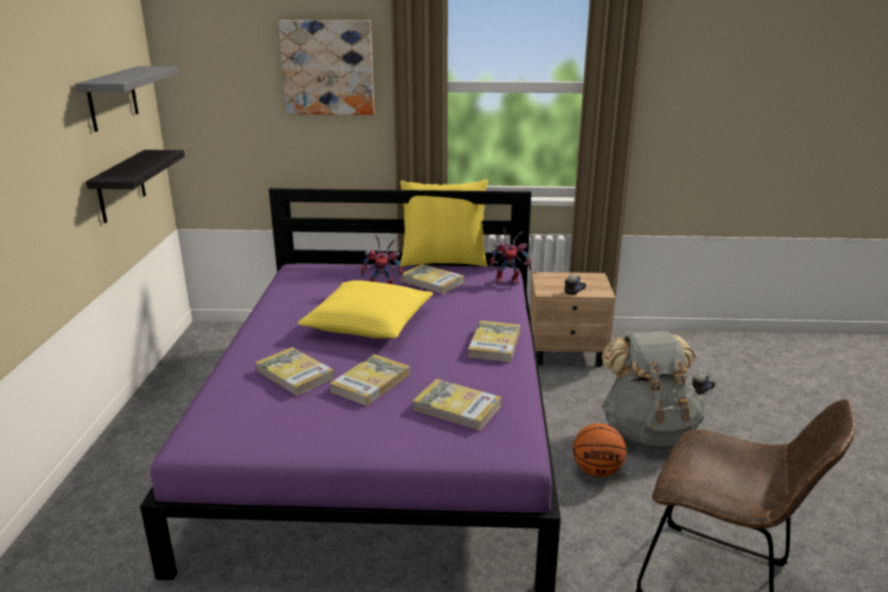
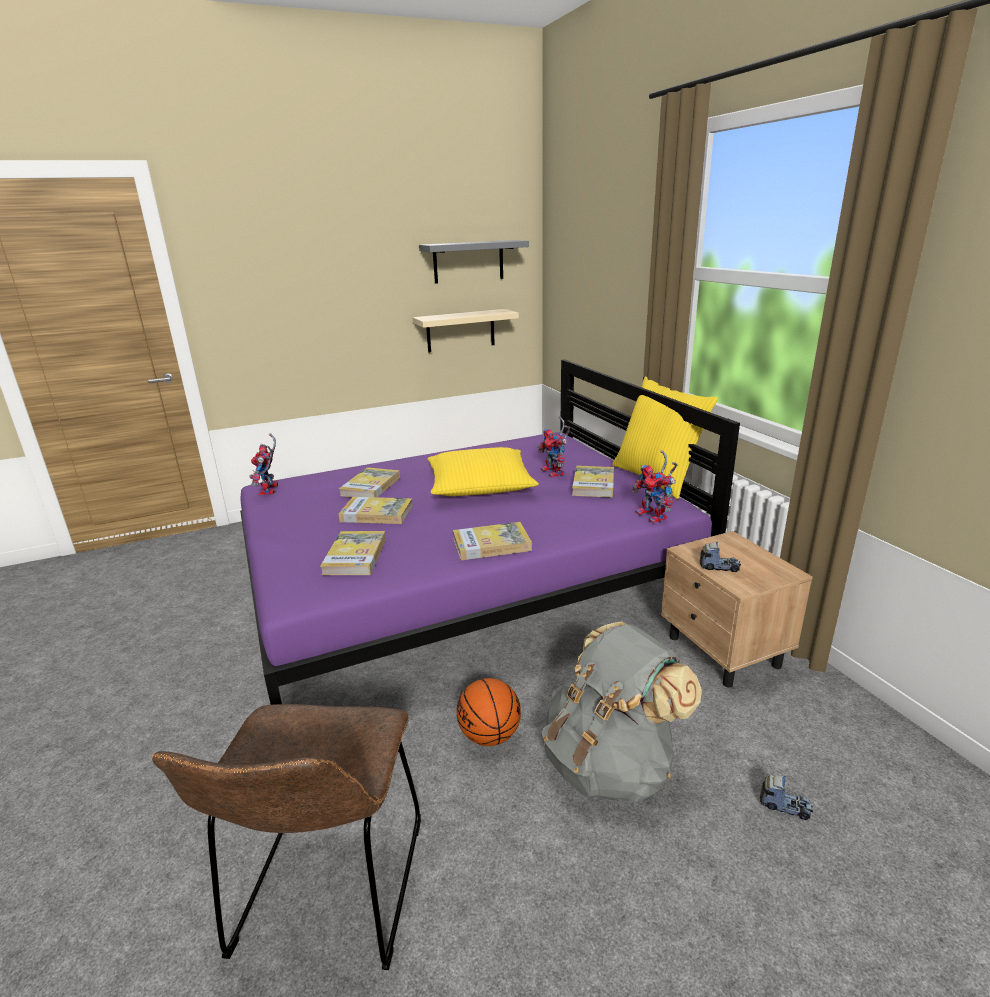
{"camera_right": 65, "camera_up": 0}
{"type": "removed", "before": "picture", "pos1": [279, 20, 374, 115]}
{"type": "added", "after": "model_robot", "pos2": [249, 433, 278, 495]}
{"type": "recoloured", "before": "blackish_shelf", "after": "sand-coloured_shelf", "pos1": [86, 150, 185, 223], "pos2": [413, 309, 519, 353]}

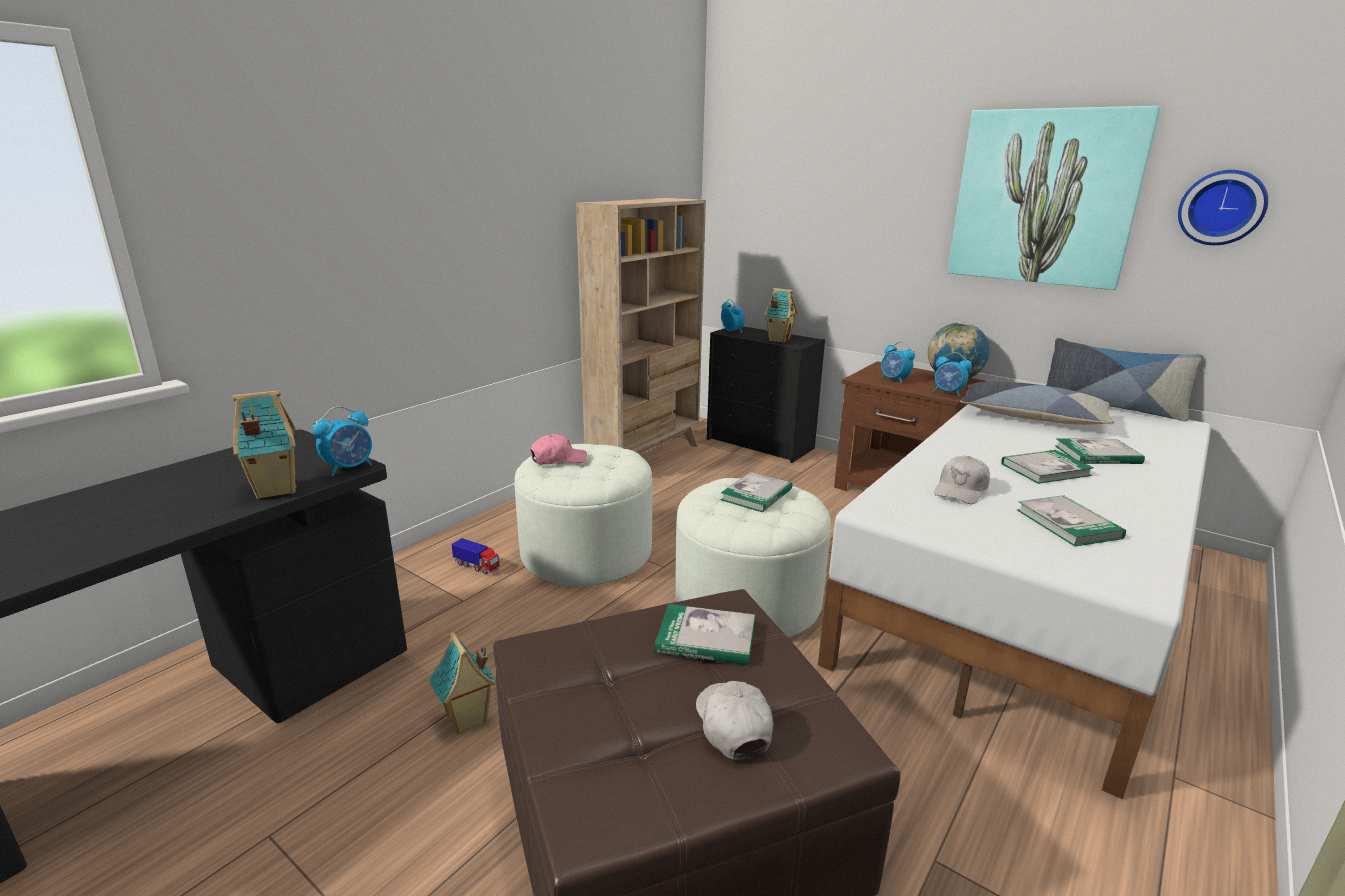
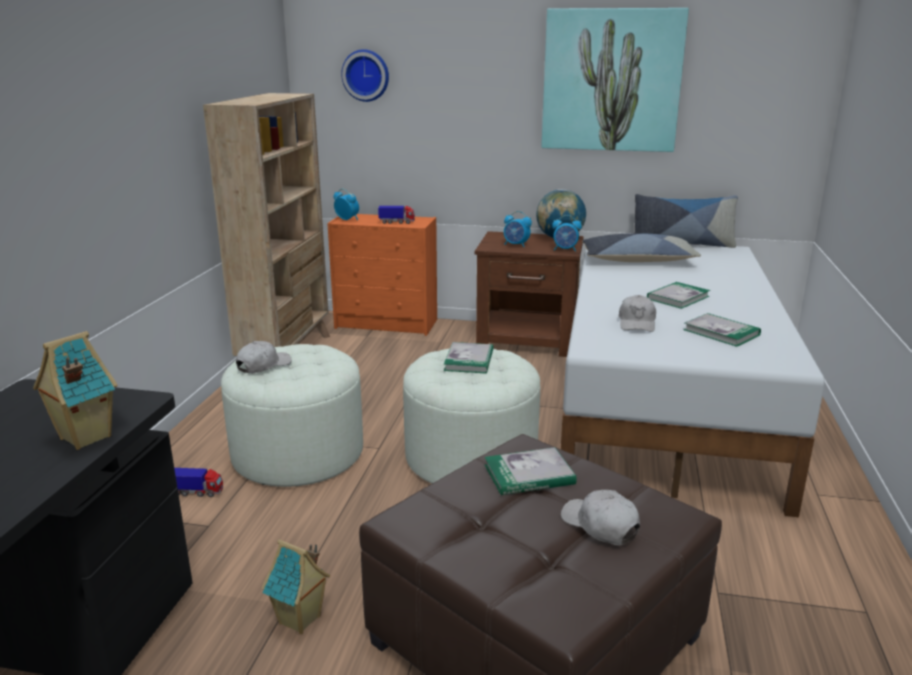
{"camera_right": -25, "camera_up": 0}
{"type": "removed", "before": "table_clock", "pos1": [312, 406, 372, 476]}
{"type": "removed", "before": "volume", "pos1": [1054, 439, 1145, 464]}
{"type": "moved", "before": "wall_clock", "pos1": [1178, 170, 1268, 245], "pos2": [341, 49, 389, 102]}
{"type": "replaced", "before": "model_house", "after": "model_truck", "pos1": [764, 288, 798, 343], "pos2": [378, 206, 415, 224]}
{"type": "recoloured", "before": "pinkish_baseball_cap", "after": "whitish_baseball_cap", "pos1": [531, 434, 587, 465], "pos2": [236, 341, 292, 373]}
{"type": "recoloured", "before": "blackish_chest_of_drawers", "after": "orangey_chest_of_drawers", "pos1": [707, 326, 825, 463], "pos2": [327, 214, 437, 336]}

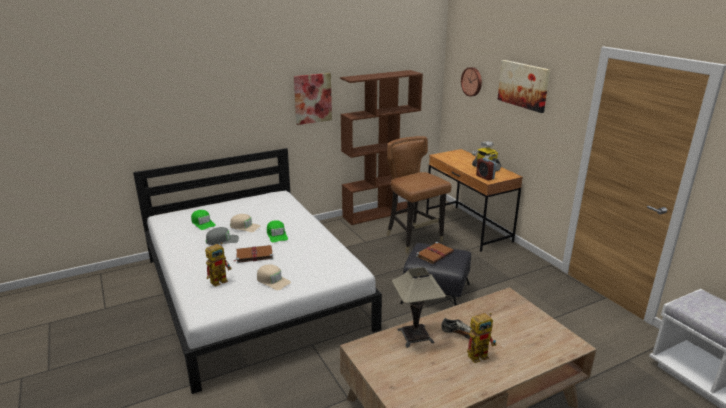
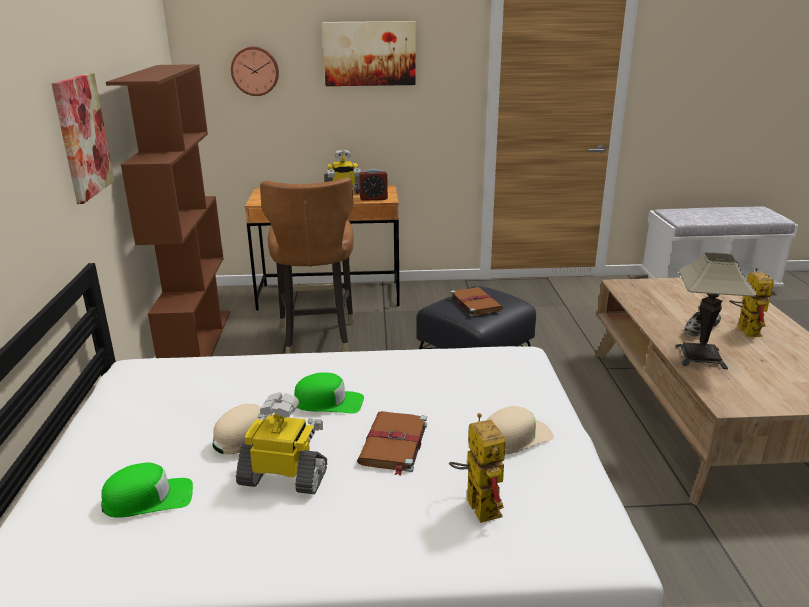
{"camera_right": -65, "camera_up": 0}
{"type": "replaced", "before": "grey_baseball_cap", "after": "model_robot", "pos1": [206, 227, 239, 245], "pos2": [236, 392, 327, 494]}
{"type": "turned", "before": "brown_upright_chair", "pos1": [387, 136, 452, 253], "pos2": [260, 177, 354, 354], "turn": -90}

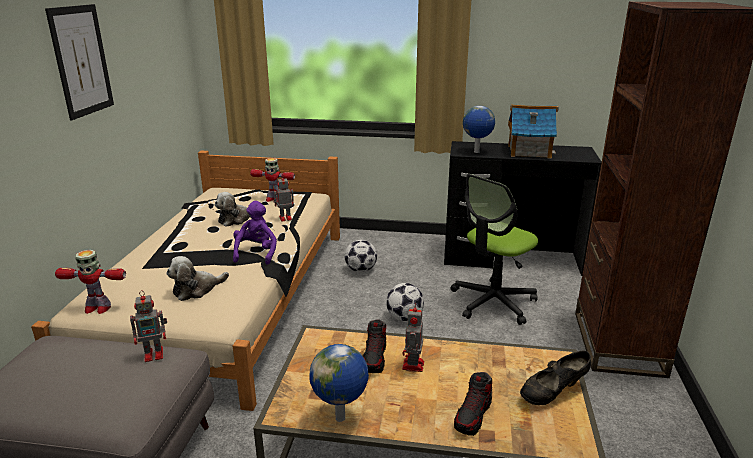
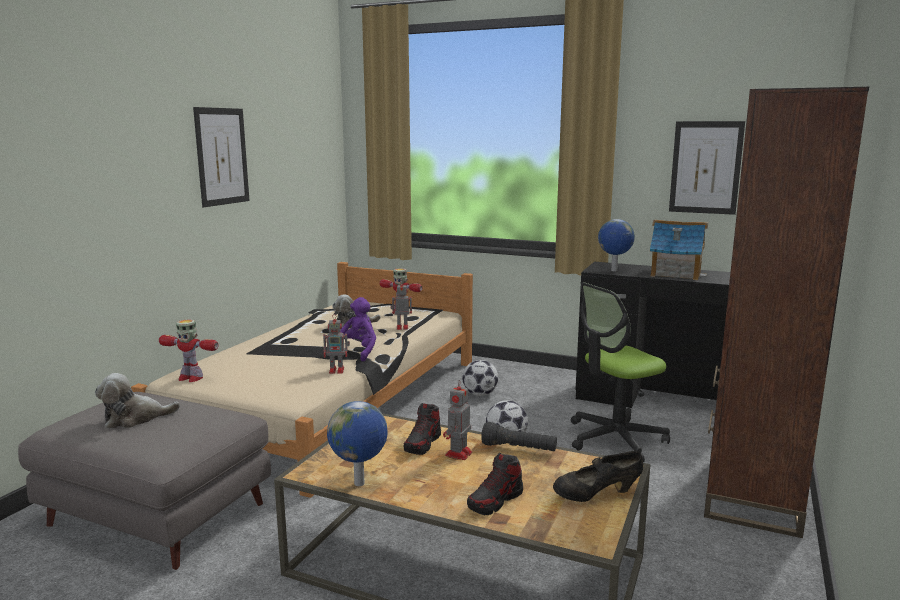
{"camera_right": 15, "camera_up": -10}
{"type": "added", "after": "blackish_hand_torch", "pos2": [481, 422, 557, 451]}
{"type": "added", "after": "picture", "pos2": [669, 121, 745, 215]}
{"type": "moved", "before": "model_robot", "pos1": [130, 290, 167, 362], "pos2": [323, 314, 350, 374]}
{"type": "moved", "before": "cuddly_toy", "pos1": [166, 256, 229, 301], "pos2": [95, 373, 180, 429]}

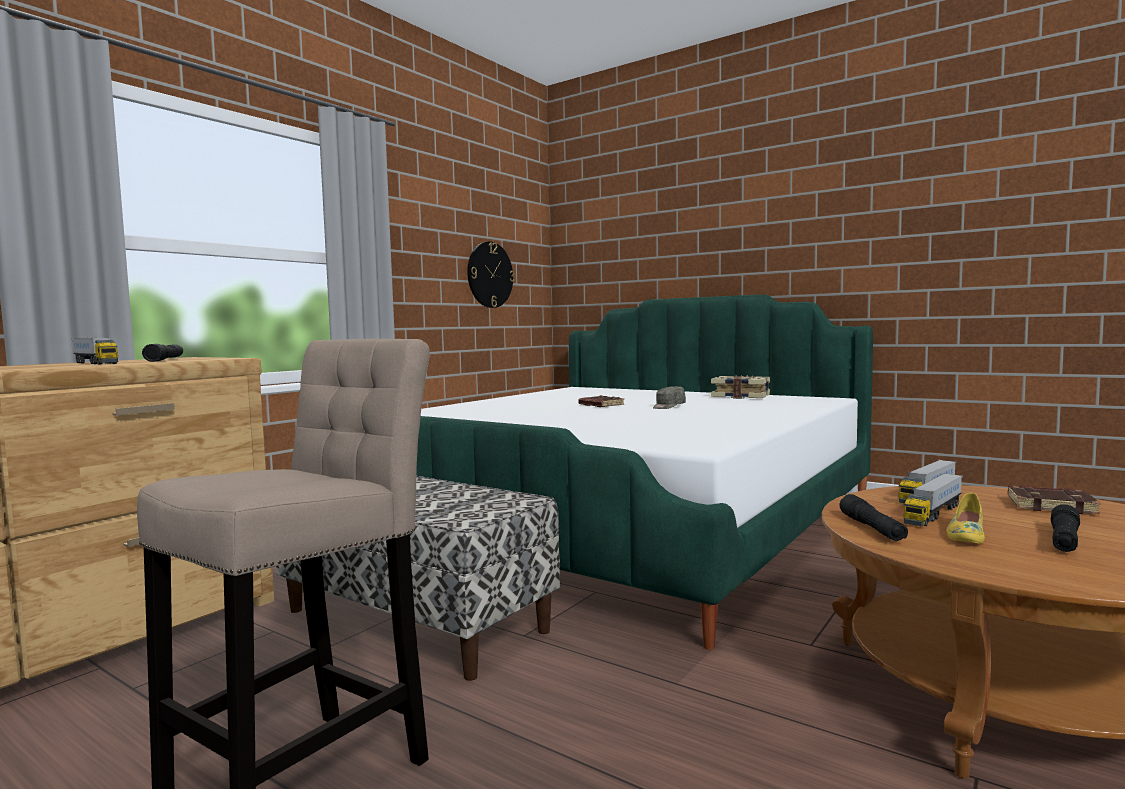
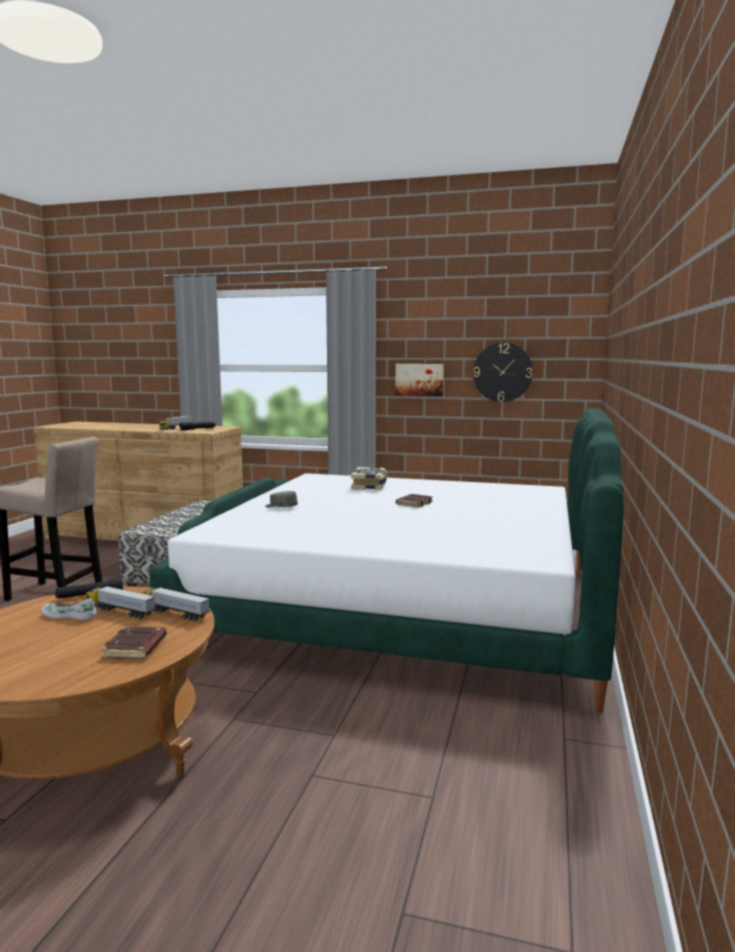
{"camera_right": 70, "camera_up": 5}
{"type": "removed", "before": "blackish_hand_torch", "pos1": [1051, 504, 1080, 552]}
{"type": "added", "after": "picture", "pos2": [395, 364, 444, 396]}
{"type": "moved", "before": "grey_baseball_cap", "pos1": [653, 386, 686, 409], "pos2": [265, 491, 298, 508]}
{"type": "moved", "before": "volume", "pos1": [711, 375, 770, 399], "pos2": [351, 467, 387, 490]}
{"type": "recoloured", "before": "yellow_shoe", "after": "whitish_shoe", "pos1": [946, 493, 985, 544], "pos2": [41, 598, 97, 620]}

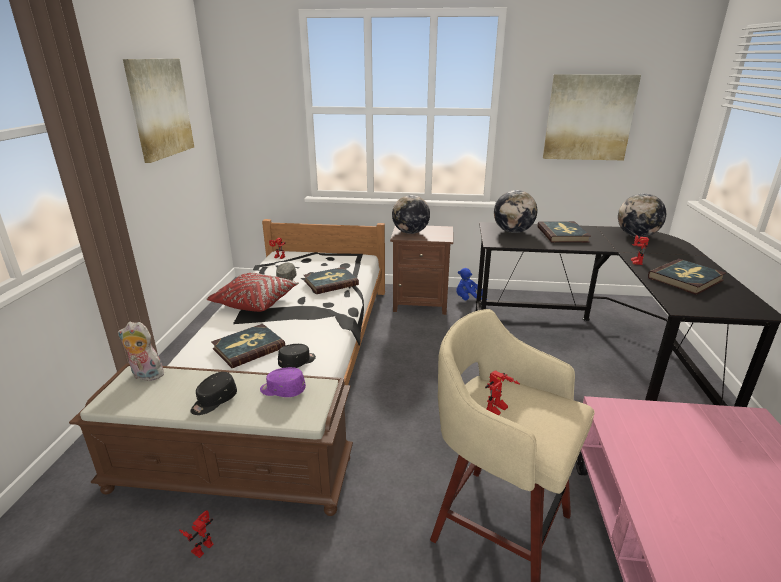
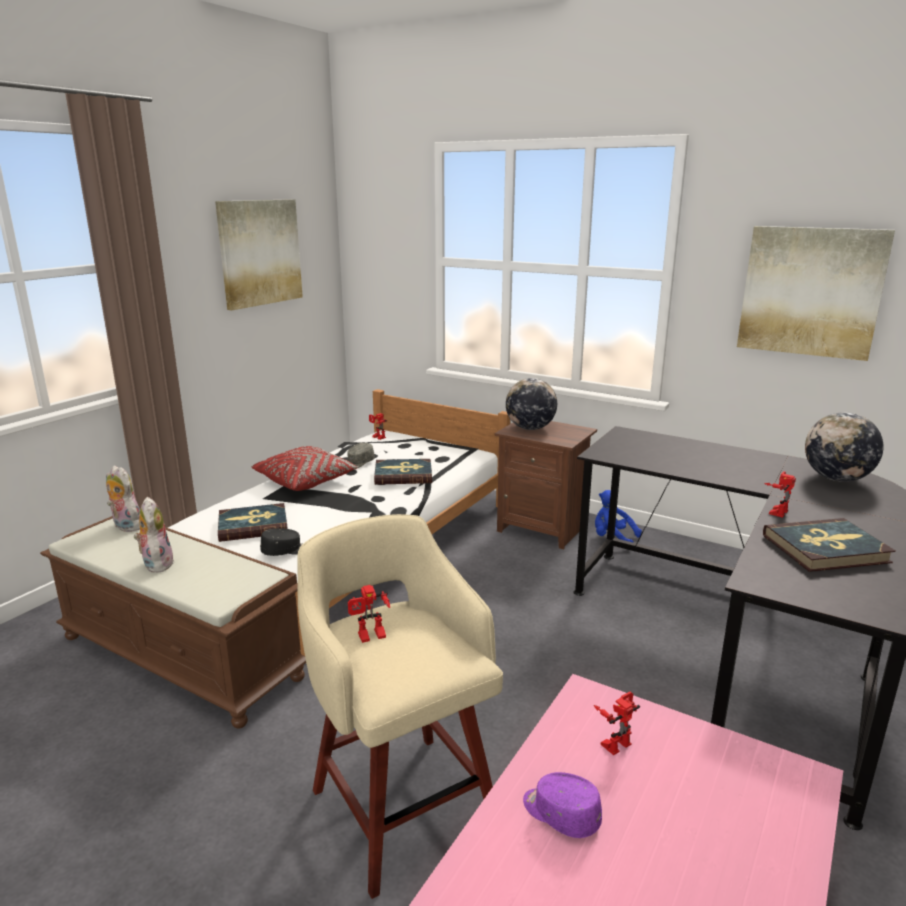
{"camera_right": 25, "camera_up": -5}
{"type": "removed", "before": "world_globe", "pos1": [494, 190, 537, 233]}
{"type": "removed", "before": "volume", "pos1": [537, 221, 591, 243]}
{"type": "moved", "before": "model_robot", "pos1": [179, 511, 214, 558], "pos2": [594, 691, 640, 755]}
{"type": "moved", "before": "purple_baseball_cap", "pos1": [260, 367, 306, 397], "pos2": [523, 772, 602, 838]}
{"type": "replaced", "before": "blackish_baseball_cap", "after": "cuddly_toy", "pos1": [190, 372, 237, 415], "pos2": [133, 497, 174, 573]}

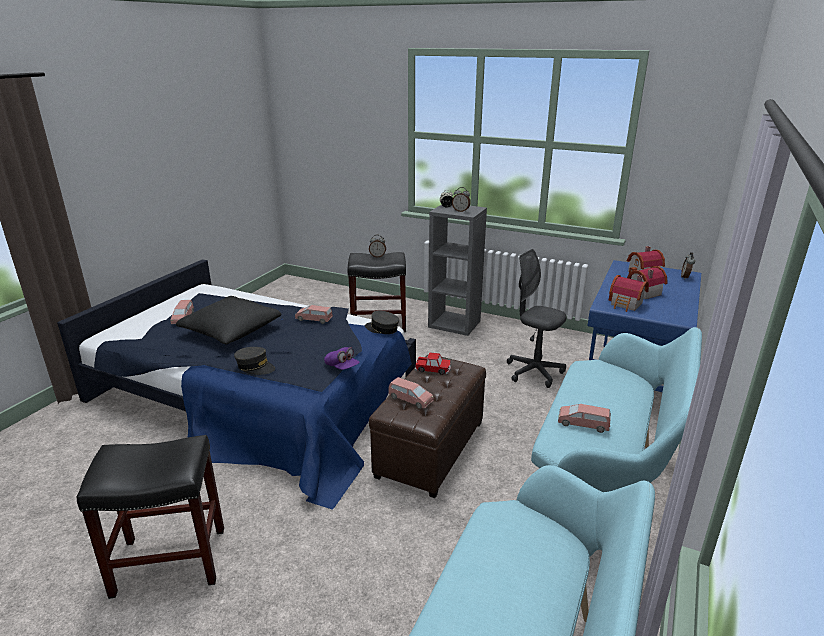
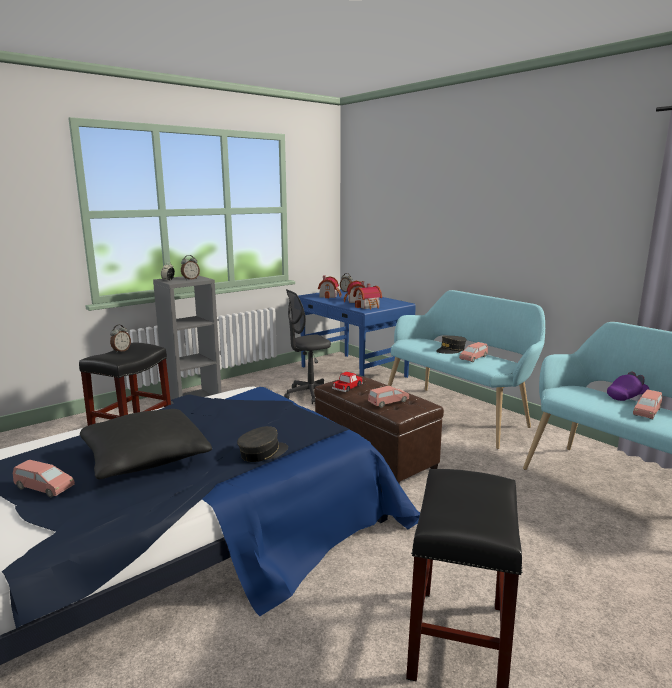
{"camera_right": -65, "camera_up": -10}
{"type": "moved", "before": "pinkish_toy_car", "pos1": [295, 305, 333, 324], "pos2": [633, 389, 662, 419]}
{"type": "moved", "before": "purple_baseball_cap", "pos1": [324, 347, 360, 370], "pos2": [607, 371, 649, 401]}
{"type": "moved", "before": "grey_baseball_cap", "pos1": [365, 311, 399, 334], "pos2": [436, 336, 467, 354]}

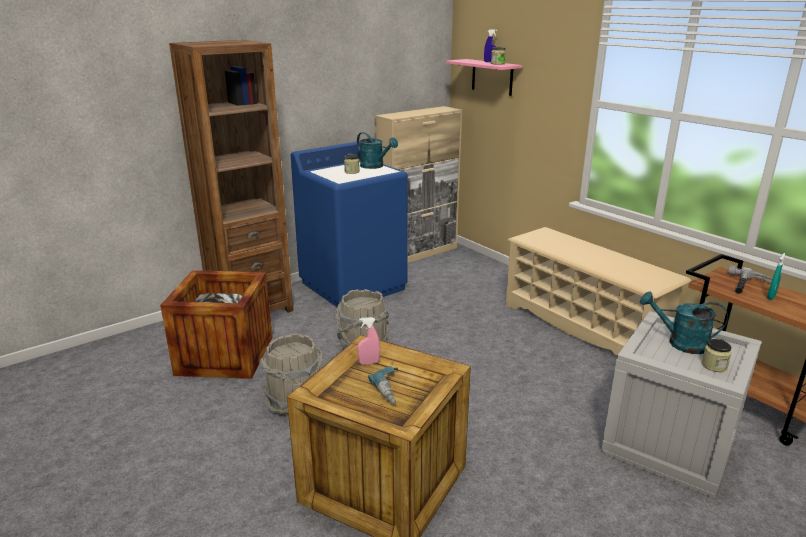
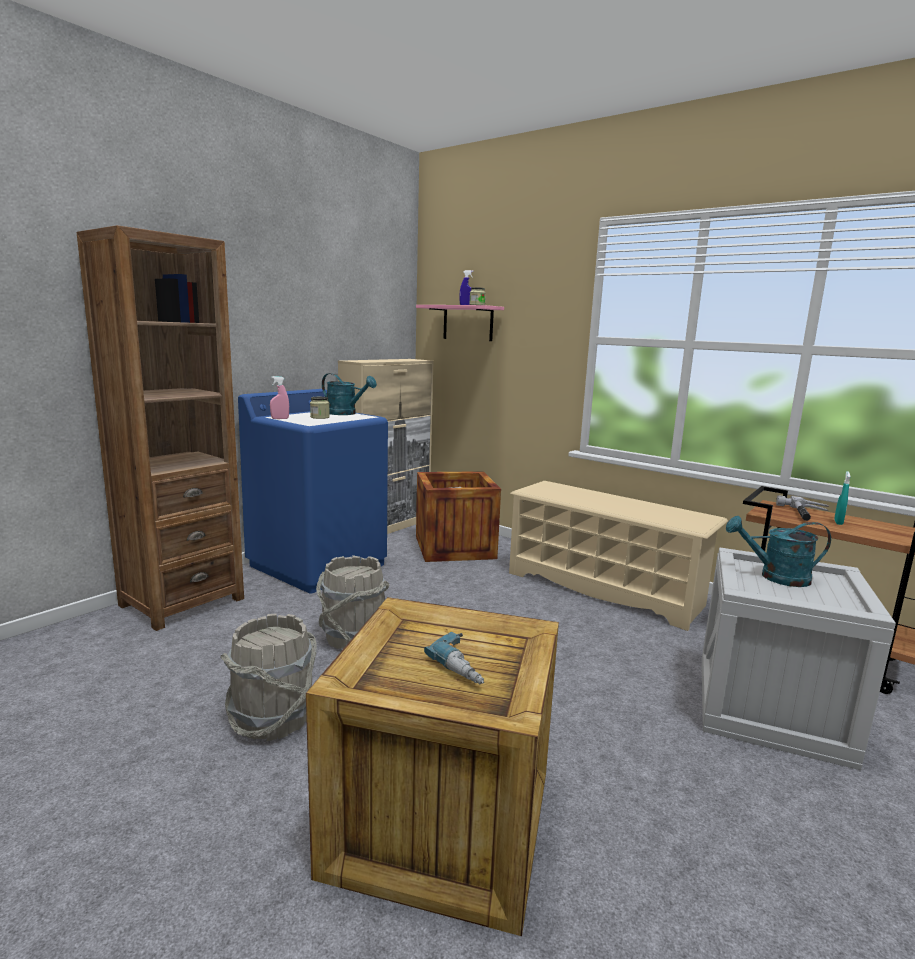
{"camera_right": -15, "camera_up": -10}
{"type": "removed", "before": "jar", "pos1": [702, 339, 732, 372]}
{"type": "moved", "before": "packing_crate", "pos1": [160, 270, 273, 379], "pos2": [416, 471, 501, 562]}
{"type": "moved", "before": "pinkish_hand_sprayer", "pos1": [357, 317, 380, 364], "pos2": [270, 376, 289, 419]}

